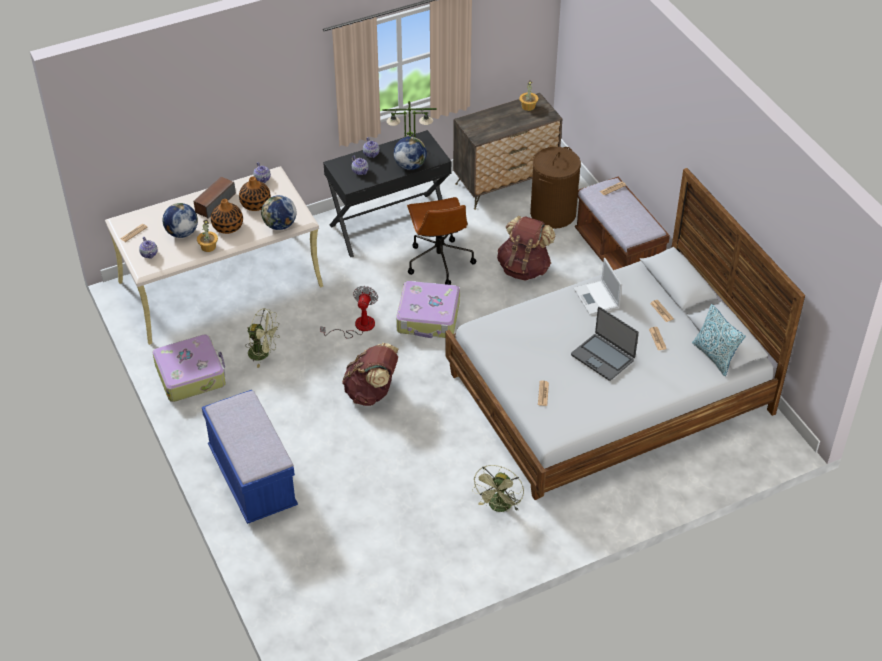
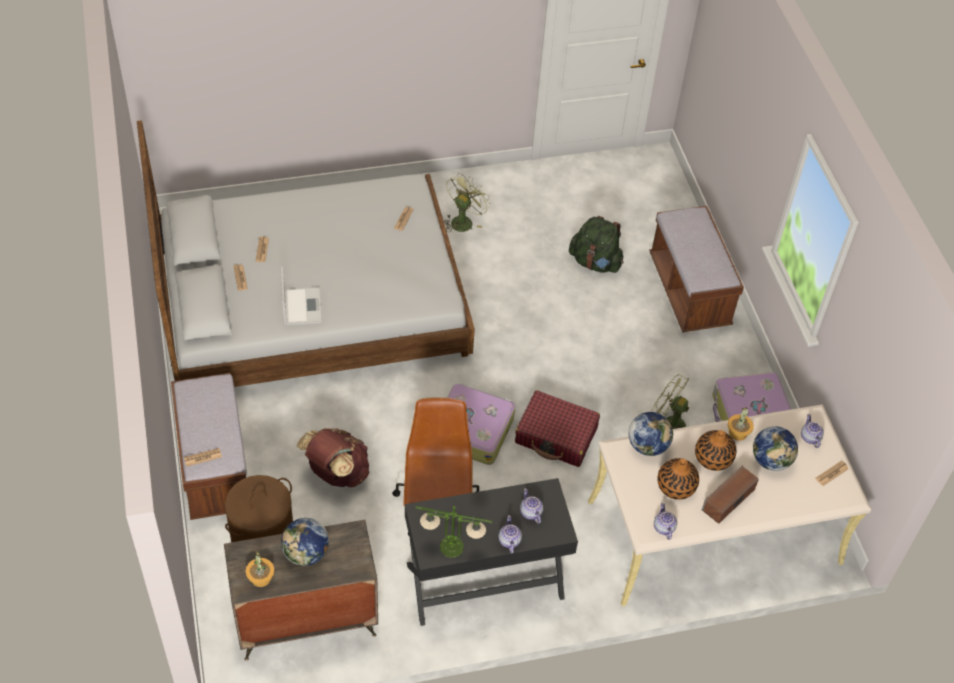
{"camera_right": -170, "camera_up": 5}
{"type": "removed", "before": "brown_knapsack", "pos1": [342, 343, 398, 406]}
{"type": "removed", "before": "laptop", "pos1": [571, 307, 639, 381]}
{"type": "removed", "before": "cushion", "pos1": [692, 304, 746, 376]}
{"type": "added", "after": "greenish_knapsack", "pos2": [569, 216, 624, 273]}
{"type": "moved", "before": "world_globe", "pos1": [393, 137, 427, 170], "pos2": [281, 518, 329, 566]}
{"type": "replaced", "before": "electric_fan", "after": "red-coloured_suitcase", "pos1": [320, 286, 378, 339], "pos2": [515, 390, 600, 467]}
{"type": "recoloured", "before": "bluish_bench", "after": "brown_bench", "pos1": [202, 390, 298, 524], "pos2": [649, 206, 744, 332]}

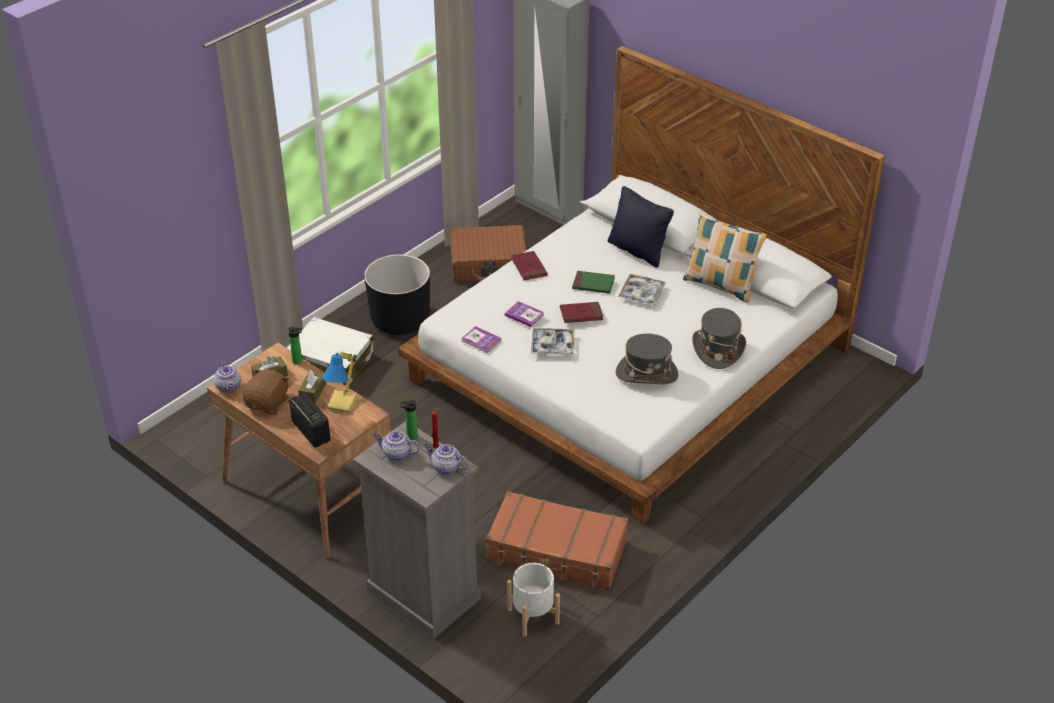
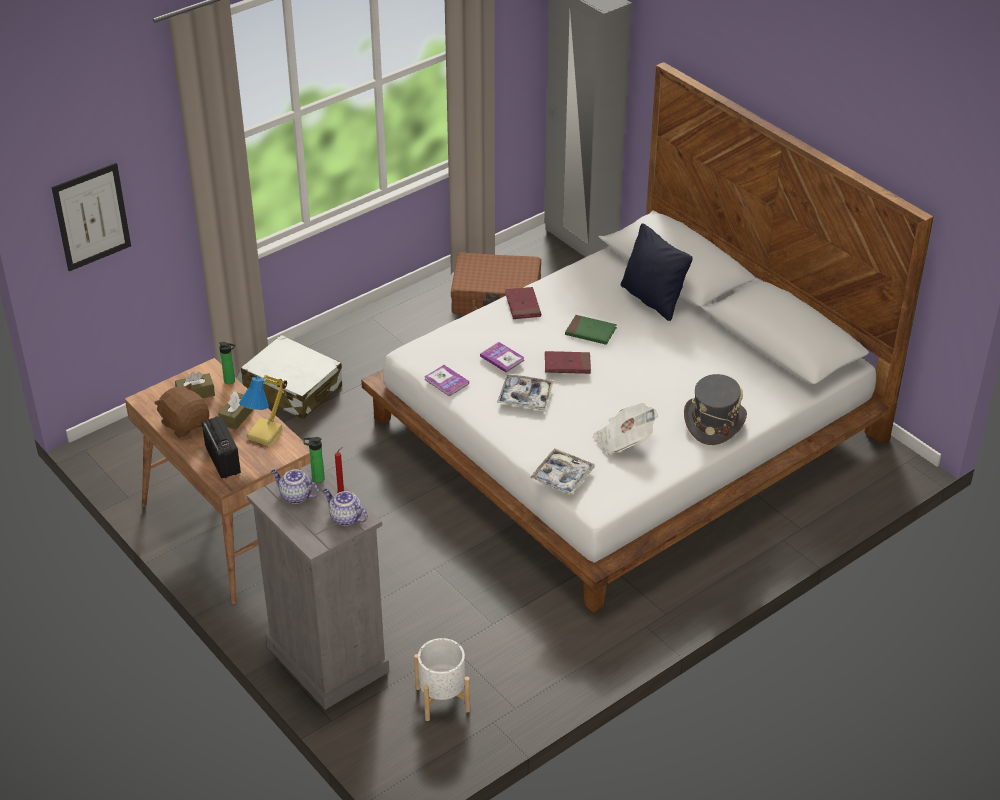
{"camera_right": 10, "camera_up": 0}
{"type": "removed", "before": "tea_pot", "pos1": [214, 361, 241, 393]}
{"type": "removed", "before": "blackish_flower_pot", "pos1": [364, 254, 430, 335]}
{"type": "removed", "before": "brown_suitcase", "pos1": [486, 491, 628, 590]}
{"type": "removed", "before": "cushion", "pos1": [683, 211, 767, 303]}
{"type": "added", "after": "picture", "pos2": [52, 163, 131, 271]}
{"type": "moved", "before": "carrying_tray", "pos1": [618, 274, 665, 305], "pos2": [530, 448, 595, 495]}
{"type": "replaced", "before": "grey_hat", "after": "printed_paper", "pos1": [616, 334, 678, 384], "pos2": [593, 403, 658, 455]}
{"type": "turned", "before": "brown_cuddly_toy", "pos1": [243, 369, 289, 414], "pos2": [154, 383, 209, 438], "turn": -75}

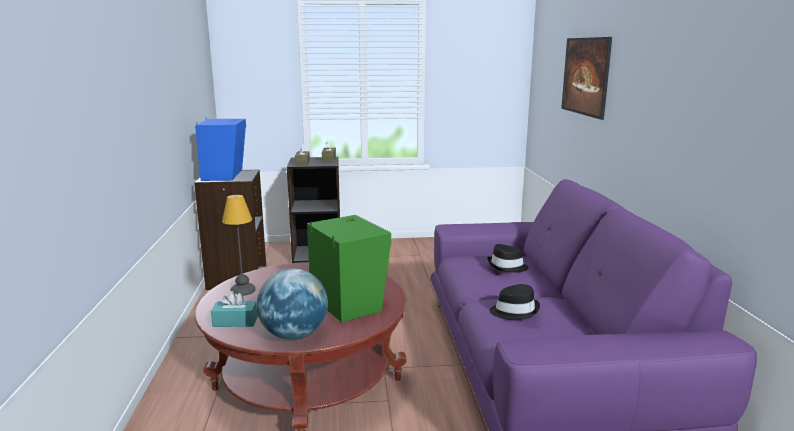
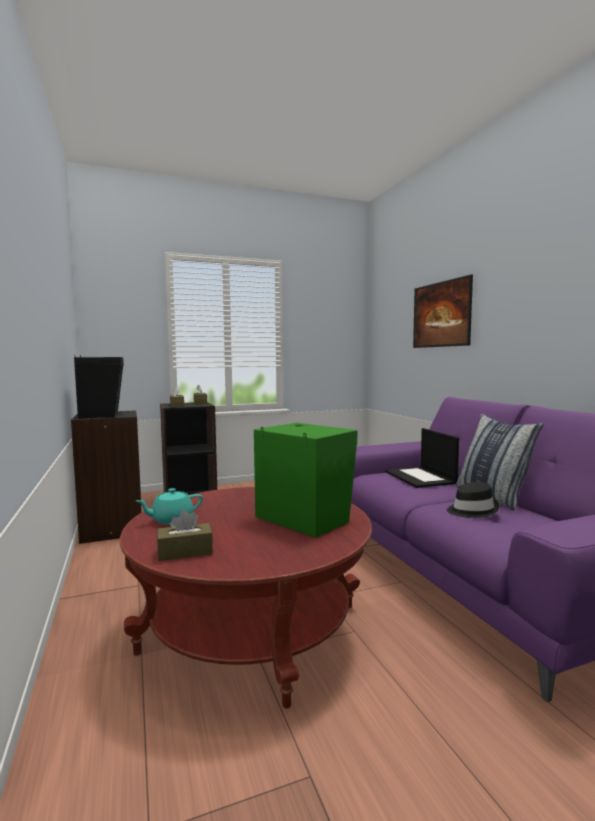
{"camera_right": -15, "camera_up": -10}
{"type": "removed", "before": "world_globe", "pos1": [256, 269, 328, 340]}
{"type": "added", "after": "cushion", "pos2": [456, 414, 544, 511]}
{"type": "replaced", "before": "tabletop_lamp", "after": "turquoise-coloured_tea_pot", "pos1": [222, 195, 256, 296], "pos2": [135, 488, 203, 525]}
{"type": "replaced", "before": "blackish_hat", "after": "laptop", "pos1": [487, 244, 529, 272], "pos2": [385, 428, 459, 488]}
{"type": "recoloured", "before": "bluish_loudspeaker", "after": "blackish_loudspeaker", "pos1": [195, 119, 246, 181], "pos2": [74, 355, 124, 419]}
{"type": "recoloured", "before": "turquoise-coloured_tissue_holder", "after": "brown_tissue_holder", "pos1": [211, 291, 258, 327], "pos2": [157, 510, 213, 561]}

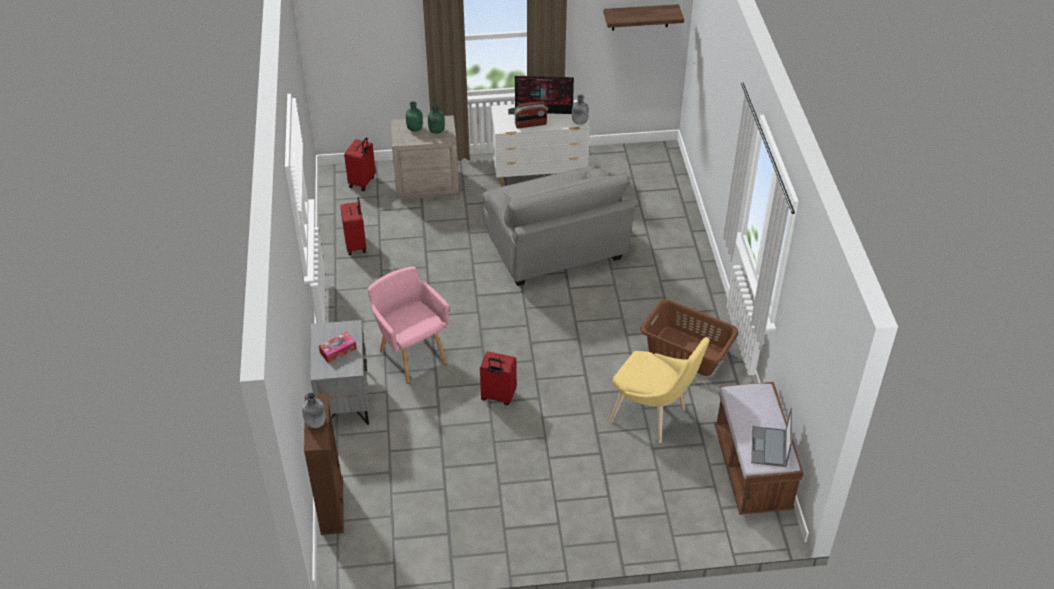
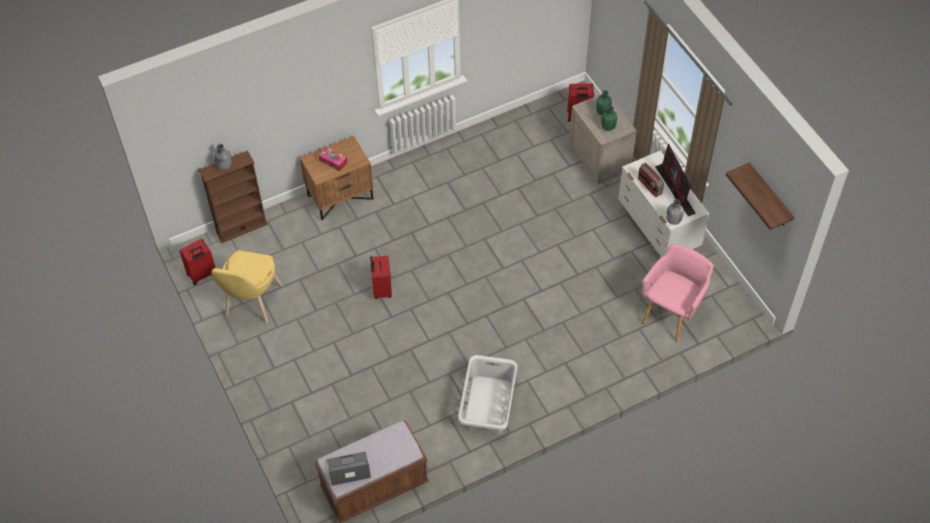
{"camera_right": 70, "camera_up": 10}
{"type": "removed", "before": "grey_lounge_chair", "pos1": [483, 166, 635, 286]}
{"type": "moved", "before": "red-coloured_suitcase", "pos1": [340, 197, 367, 255], "pos2": [180, 239, 215, 285]}
{"type": "moved", "before": "pinkish_lounge_chair", "pos1": [367, 266, 449, 384], "pos2": [641, 244, 714, 342]}
{"type": "moved", "before": "yellow_upright_chair", "pos1": [610, 337, 710, 443], "pos2": [211, 250, 283, 323]}
{"type": "recoloured", "before": "grey_bedside_table", "after": "brown_bedside_table", "pos1": [311, 320, 369, 425], "pos2": [300, 136, 373, 220]}
{"type": "recoloured", "before": "brown_washing_basket", "after": "grey_washing_basket", "pos1": [640, 299, 739, 376], "pos2": [458, 355, 518, 434]}

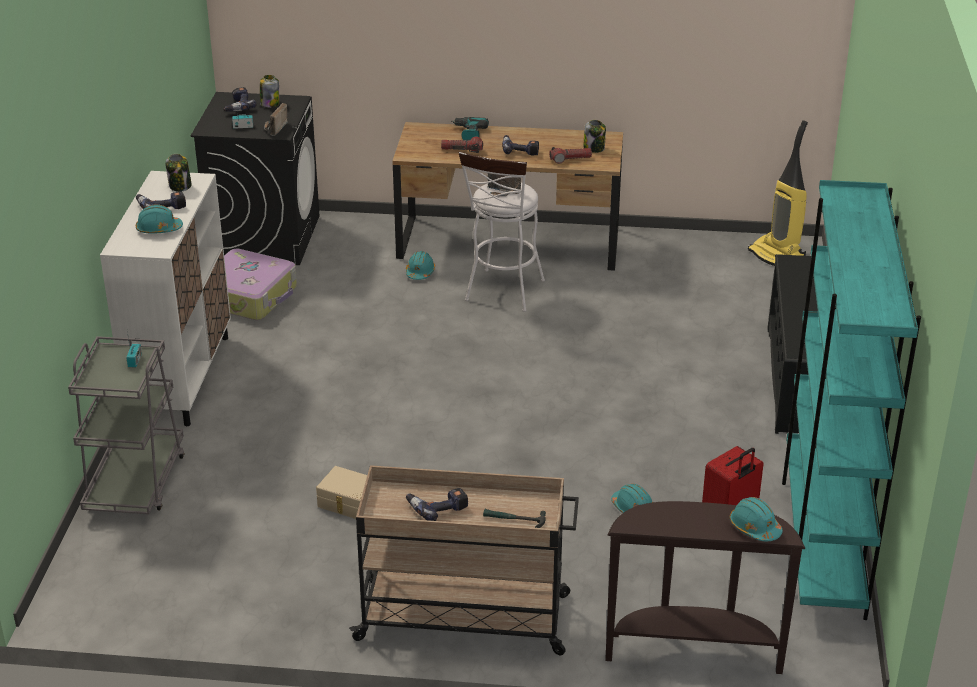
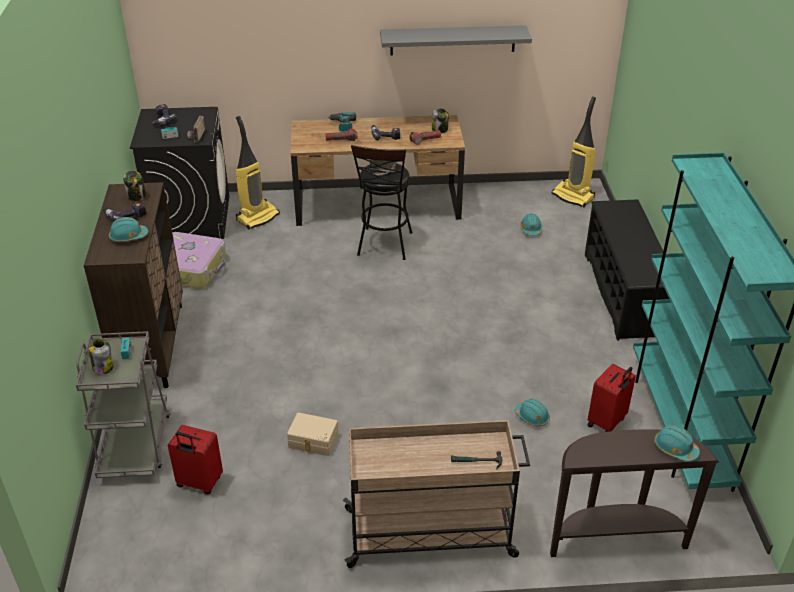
{"camera_right": -10, "camera_up": 5}
{"type": "removed", "before": "drill", "pos1": [406, 488, 468, 521]}
{"type": "added", "after": "red-coloured_suitcase", "pos2": [168, 425, 223, 495]}
{"type": "added", "after": "vacuum_cleaner", "pos2": [236, 116, 280, 229]}
{"type": "added", "after": "grey_shelf", "pos2": [380, 25, 532, 55]}
{"type": "moved", "before": "jar", "pos1": [260, 75, 279, 108], "pos2": [89, 339, 114, 375]}
{"type": "moved", "before": "turquoise-coloured_hard_hat", "pos1": [406, 251, 435, 280], "pos2": [520, 213, 542, 236]}
{"type": "recoloured", "before": "whitish_storage_cabinet", "after": "brown_storage_cabinet", "pos1": [100, 171, 231, 426], "pos2": [84, 182, 183, 388]}
{"type": "recoloured", "before": "whitish_stool_seat", "after": "blackish_stool_seat", "pos1": [458, 152, 545, 312], "pos2": [351, 145, 412, 260]}

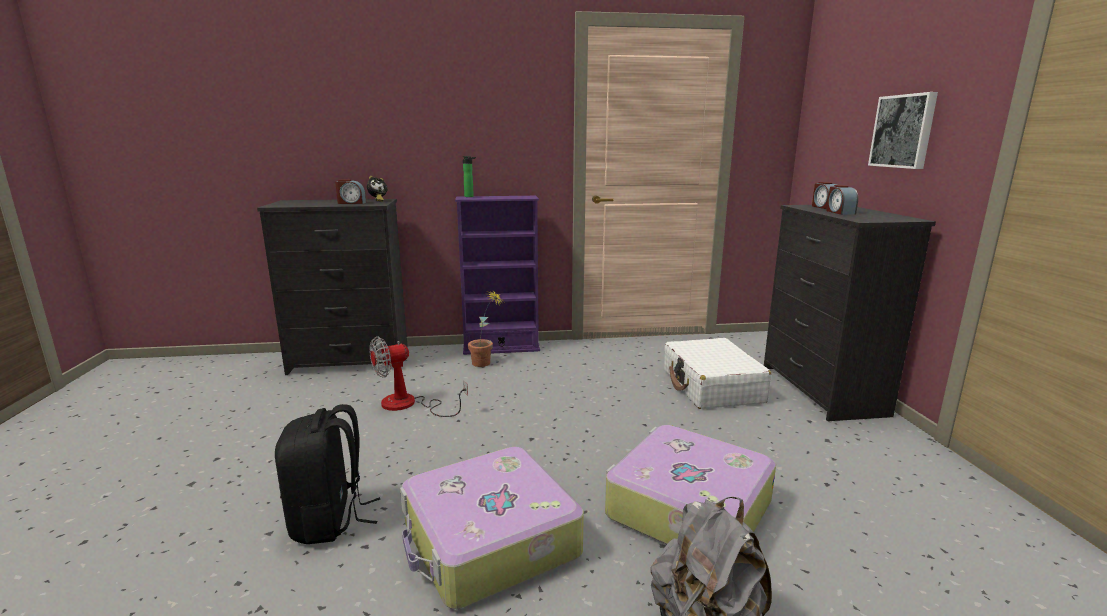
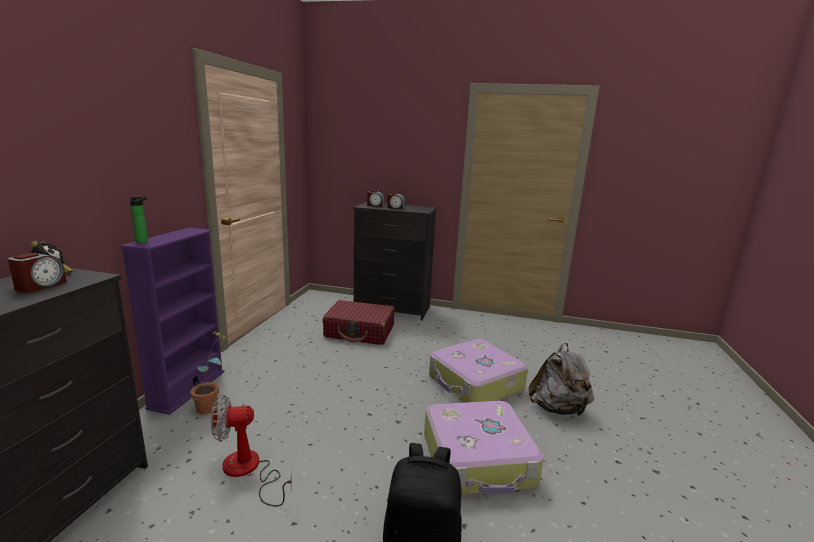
{"camera_right": -70, "camera_up": 0}
{"type": "removed", "before": "picture", "pos1": [868, 92, 938, 169]}
{"type": "recoloured", "before": "whitish_suitcase", "after": "red-coloured_suitcase", "pos1": [664, 338, 771, 409], "pos2": [322, 300, 395, 345]}
{"type": "turned", "before": "electric_fan", "pos1": [369, 336, 468, 417], "pos2": [211, 395, 292, 507], "turn": 90}

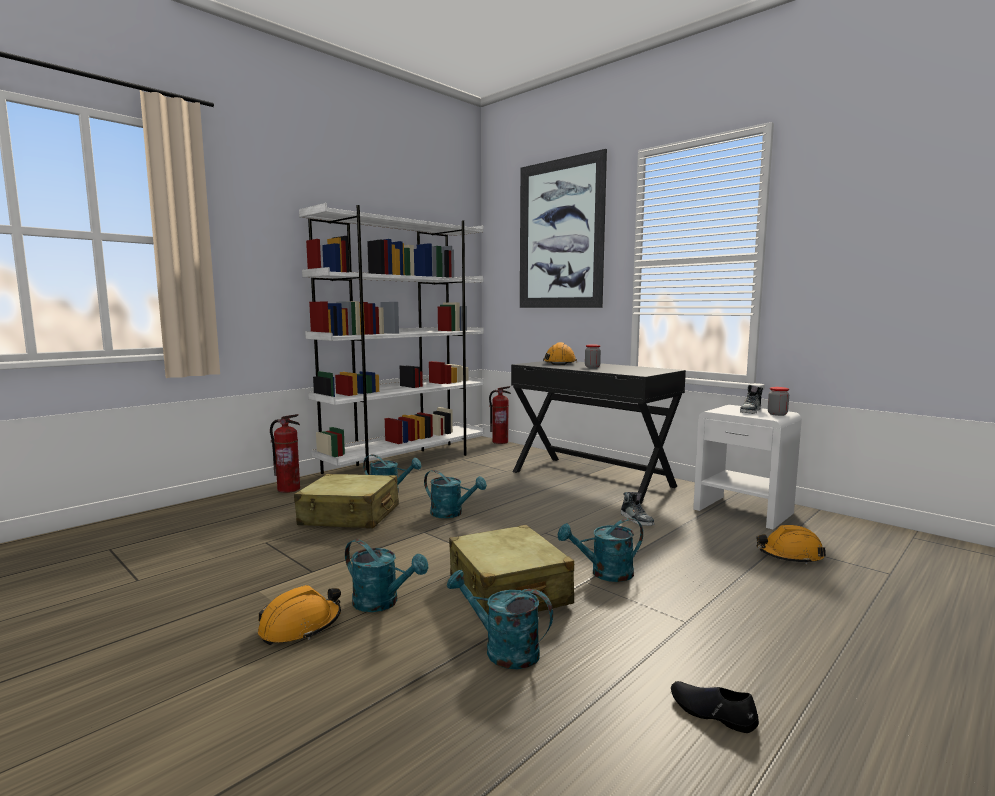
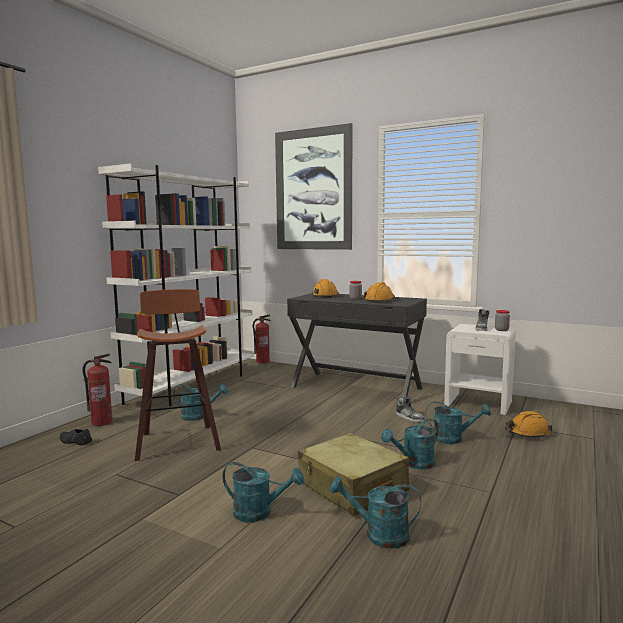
{"camera_right": -15, "camera_up": 0}
{"type": "moved", "before": "orangey_hard_hat", "pos1": [258, 585, 341, 645], "pos2": [364, 282, 395, 303]}
{"type": "moved", "before": "turquoise-coloured_watering_pot", "pos1": [424, 470, 487, 518], "pos2": [426, 401, 491, 444]}
{"type": "moved", "before": "blackish_shoe", "pos1": [671, 681, 759, 733], "pos2": [60, 429, 92, 445]}
{"type": "replaced", "before": "sand-coloured_suitcase", "after": "stool_seat", "pos1": [294, 474, 399, 528], "pos2": [135, 289, 221, 461]}

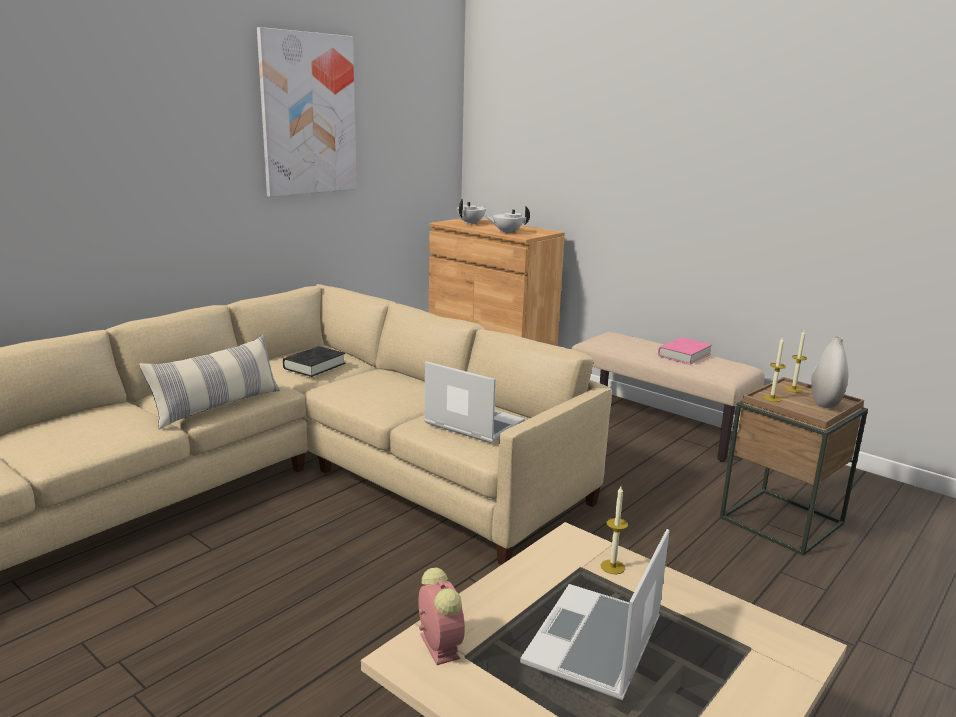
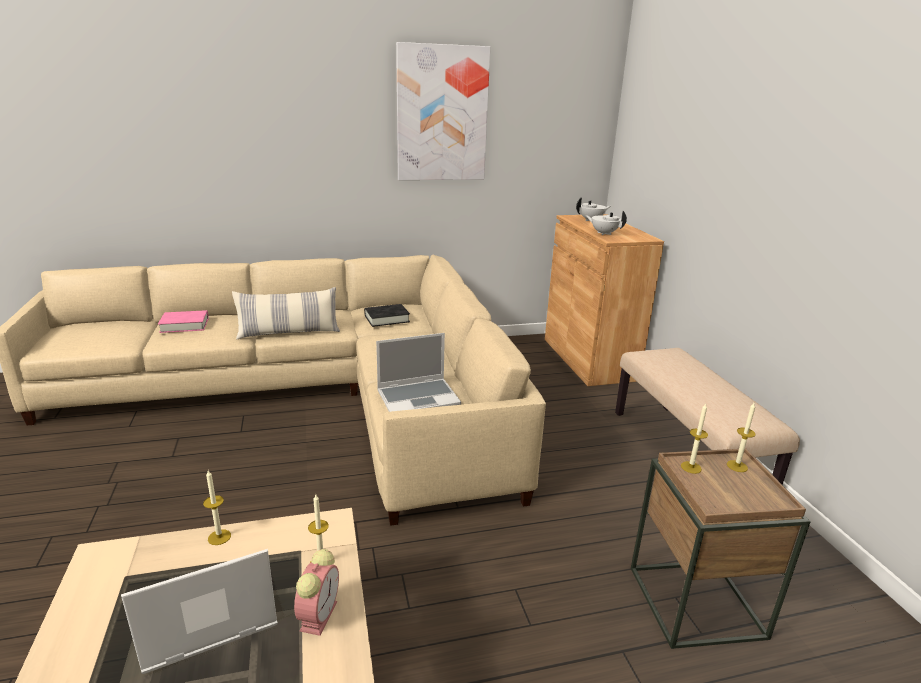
{"camera_right": 35, "camera_up": 5}
{"type": "removed", "before": "whitish_vase", "pos1": [811, 336, 848, 408]}
{"type": "added", "after": "wax_light", "pos2": [203, 470, 231, 545]}
{"type": "moved", "before": "table_clock", "pos1": [418, 567, 465, 665], "pos2": [294, 549, 339, 636]}
{"type": "moved", "before": "pinkish_volume", "pos1": [658, 337, 712, 365], "pos2": [158, 310, 209, 333]}
{"type": "turned", "before": "laptop", "pos1": [424, 361, 525, 443], "pos2": [376, 333, 461, 412], "turn": 90}

